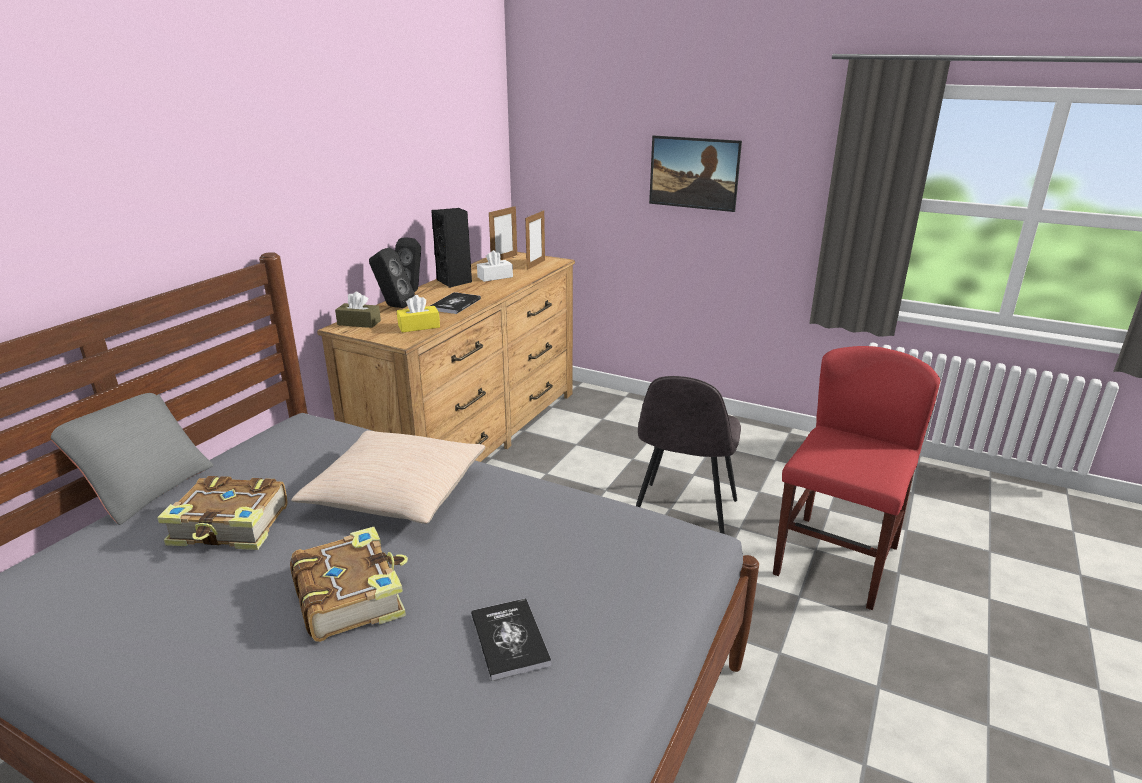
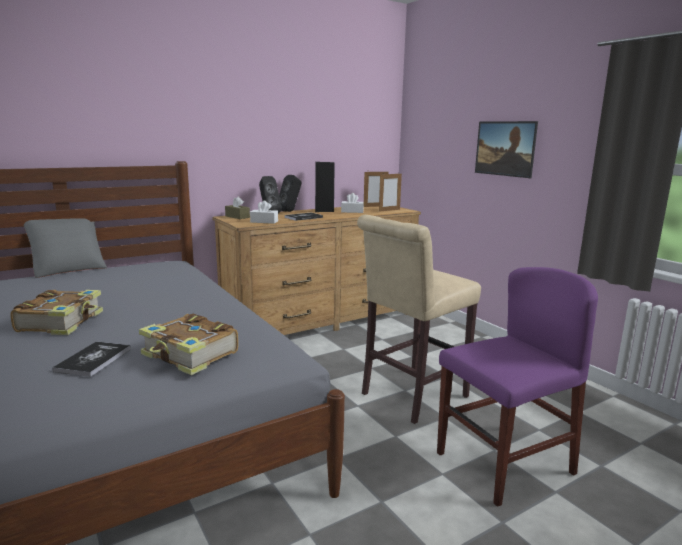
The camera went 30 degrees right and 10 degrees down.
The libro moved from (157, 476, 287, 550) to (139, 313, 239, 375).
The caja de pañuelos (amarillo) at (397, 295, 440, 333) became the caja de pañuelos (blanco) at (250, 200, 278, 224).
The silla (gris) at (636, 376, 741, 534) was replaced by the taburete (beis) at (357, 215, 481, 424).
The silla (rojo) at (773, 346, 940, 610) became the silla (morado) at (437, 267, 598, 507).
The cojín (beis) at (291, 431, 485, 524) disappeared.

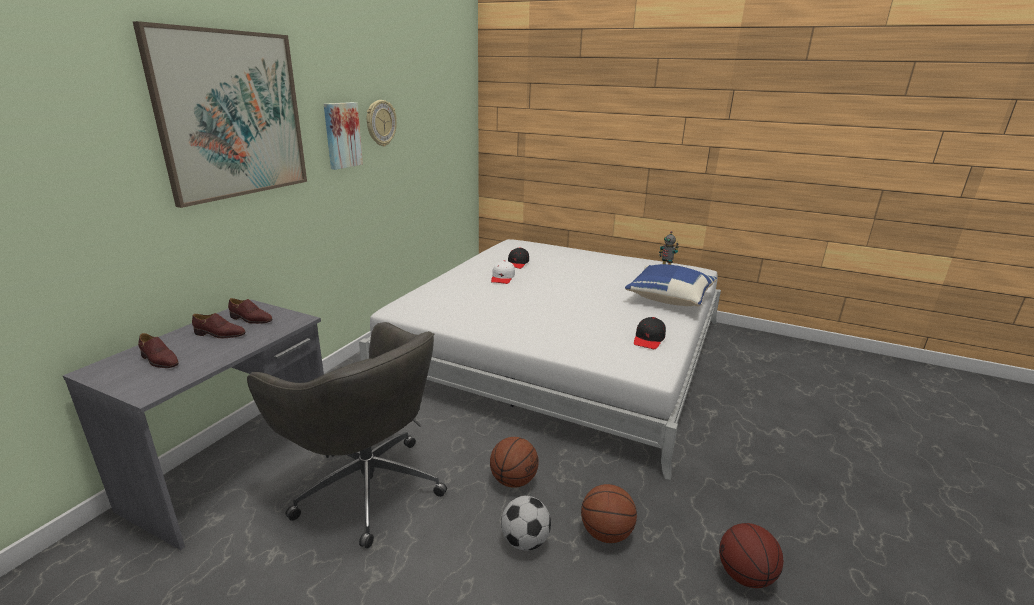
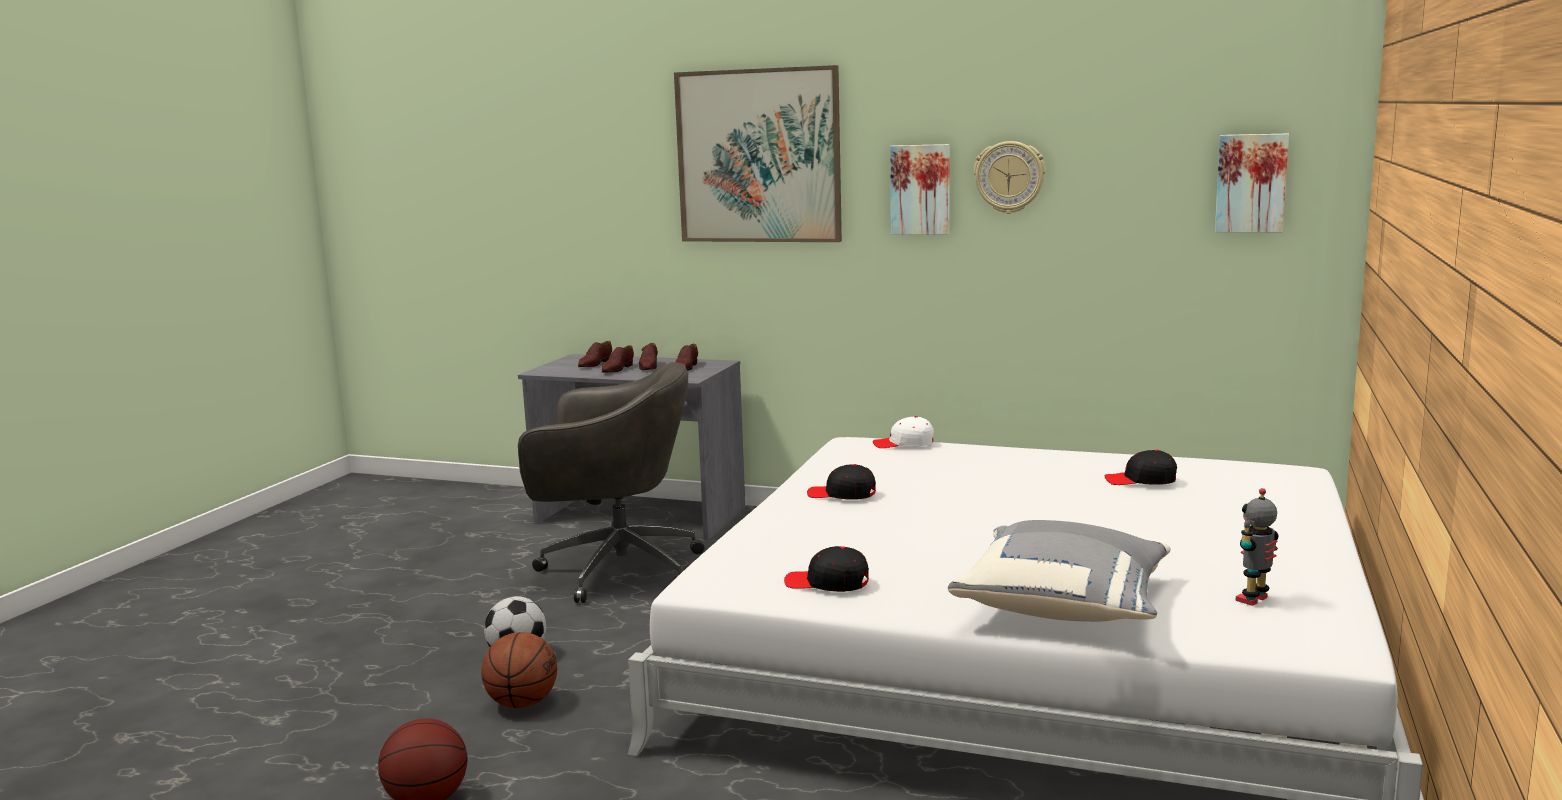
The camera went 85 degrees right and 10 degrees down.
The silla de oficina (gris) at (247, 322, 447, 549) turned 120 degrees counterclockwise.
The zapato (marrón) at (602, 345, 634, 373) appeared.
The gorra (negro) at (807, 464, 876, 500) appeared.
The gorra (blanco) moved from (491, 260, 515, 284) to (873, 416, 934, 448).
The cojín (azul) at (625, 264, 717, 307) became the cojín (gris) at (948, 520, 1171, 622).
The cuadro at (1215, 134, 1289, 232) appeared.
The balón de baloncesto at (490, 437, 539, 488) disappeared.

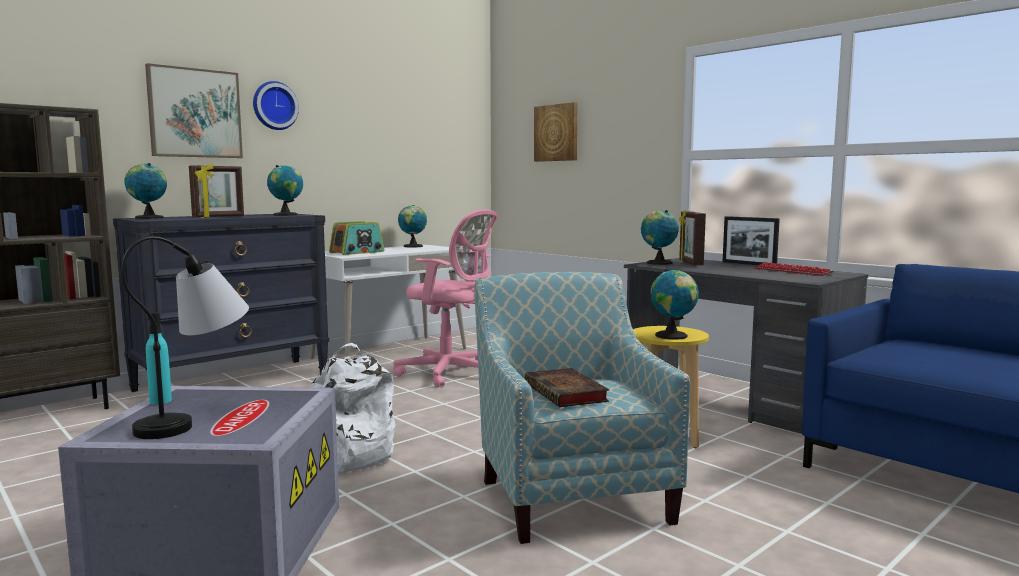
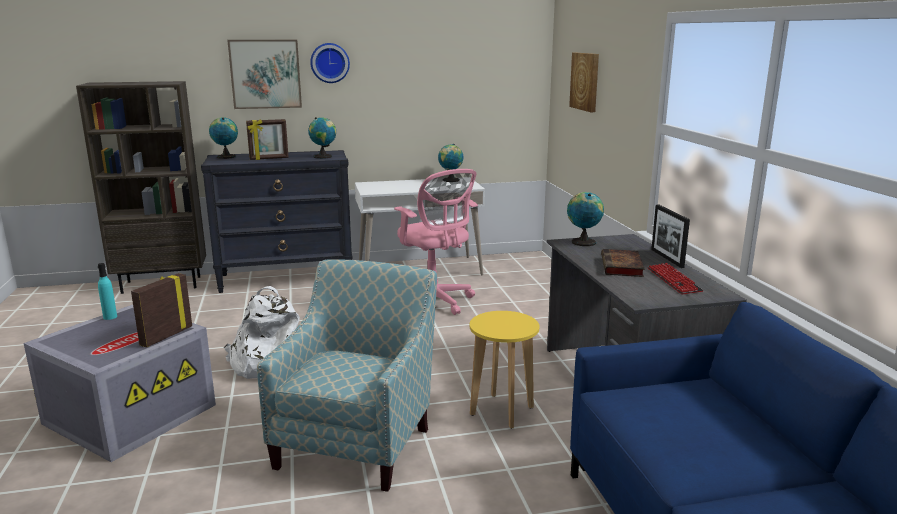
The camera went 30 degrees right and 10 degrees up.
The portarretratos moved from (679, 210, 706, 266) to (131, 273, 192, 347).
The libro moved from (525, 368, 609, 407) to (601, 249, 645, 277).
The lámpara de mesa at (122, 236, 249, 439) disappeared.
The radio at (329, 221, 384, 255) disappeared.
The globo terráqueo at (650, 269, 699, 339) disappeared.

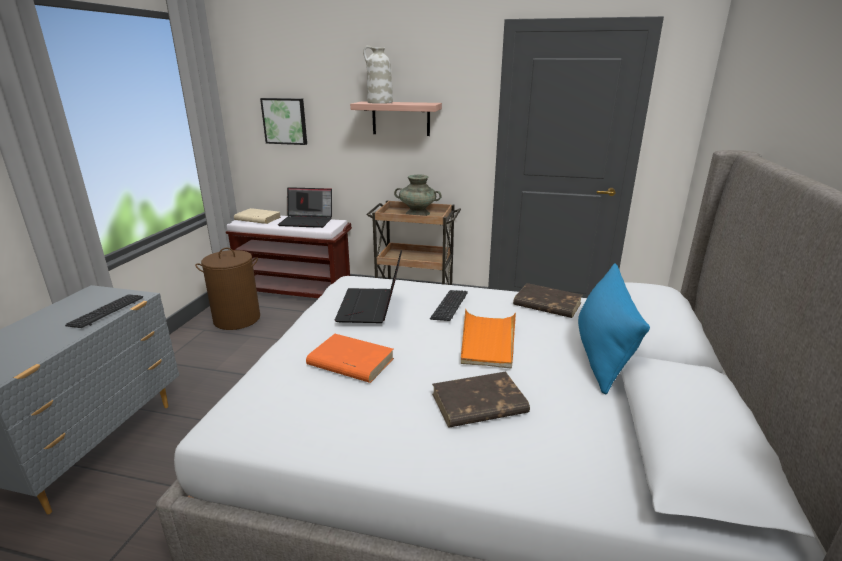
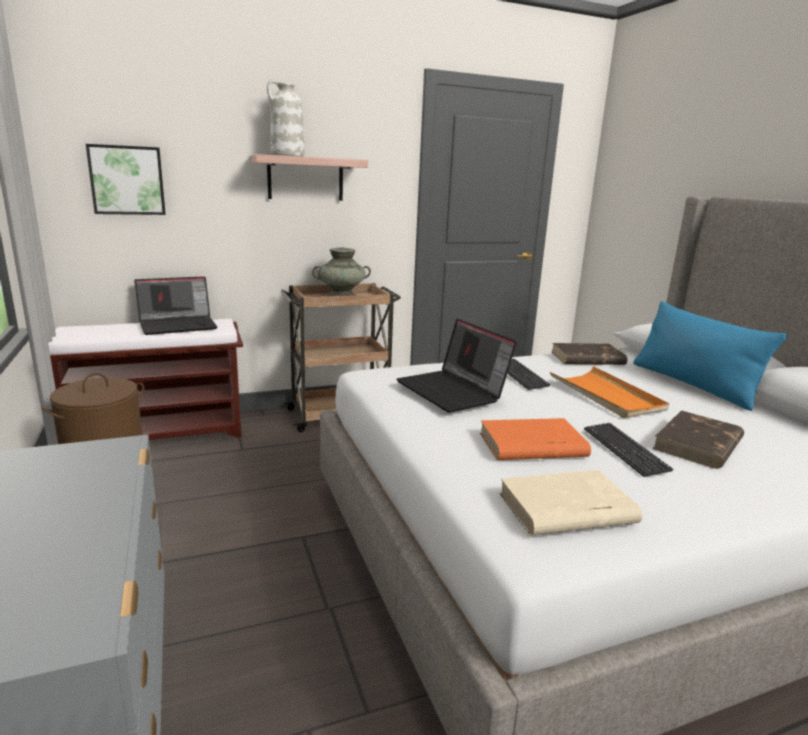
The camera went 35 degrees left and 5 degrees down.
The libro (beis) moved from (234, 208, 281, 224) to (499, 470, 642, 535).
The teclado moved from (65, 294, 143, 328) to (584, 423, 674, 477).

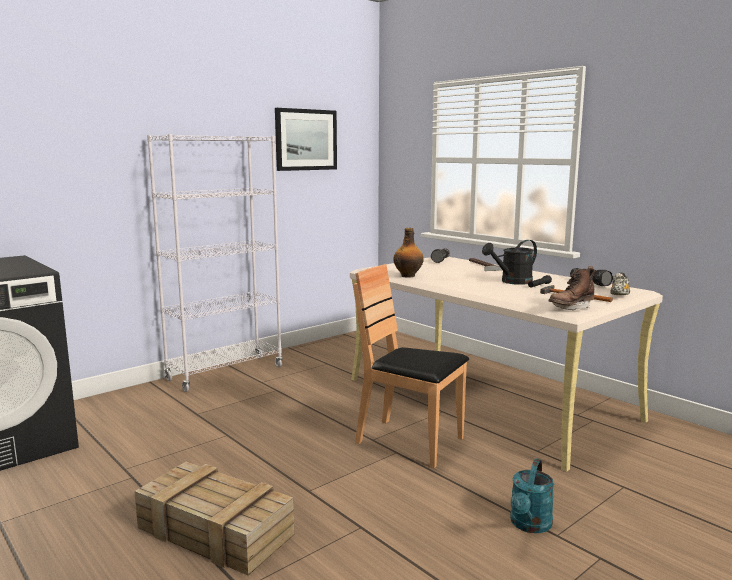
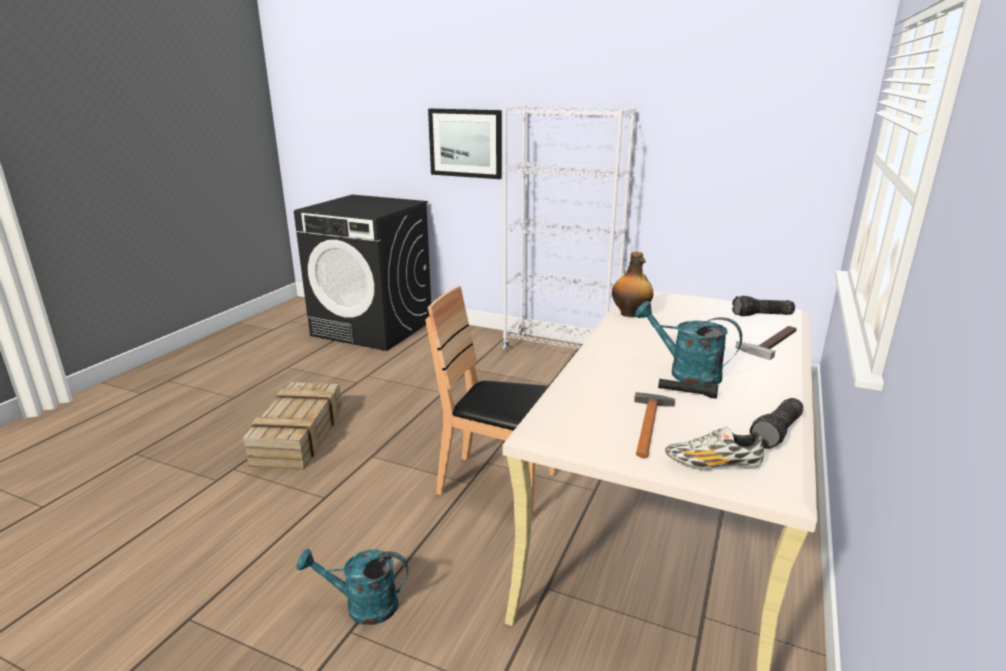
The camera went 65 degrees right and 10 degrees up.
The silla (marrón) at (353, 264, 469, 468) turned 75 degrees counterclockwise.
The cuadro moved from (275, 108, 337, 171) to (428, 109, 502, 179).
The regadera (negro) at (482, 240, 537, 285) became the regadera (turquesa) at (635, 301, 742, 385).
The bota (marrón) at (549, 266, 596, 310) disappeared.

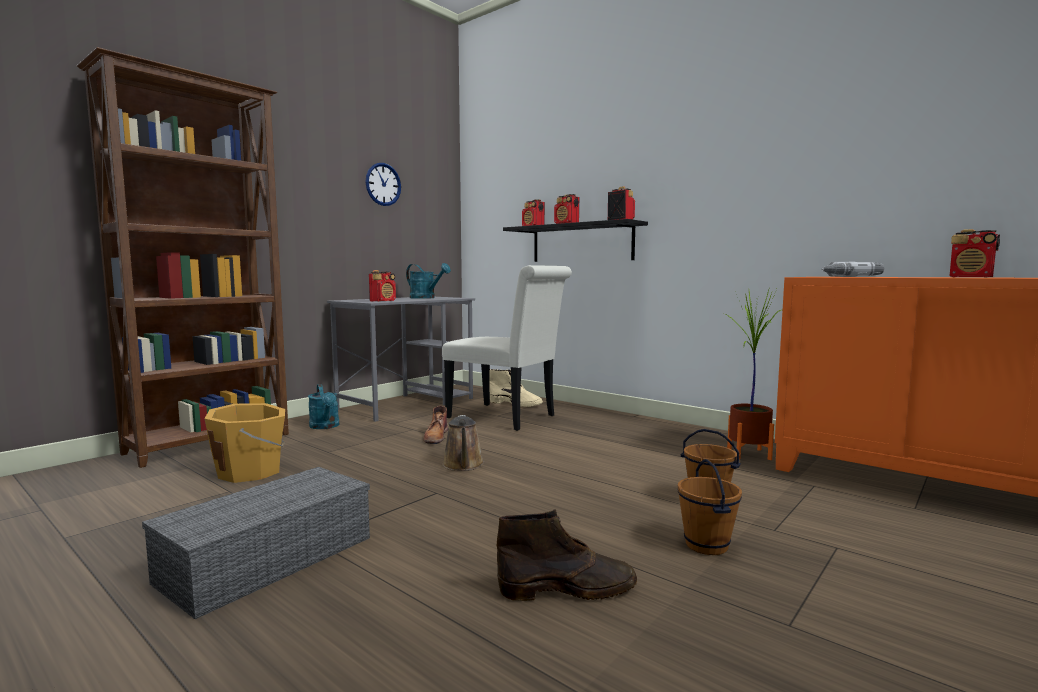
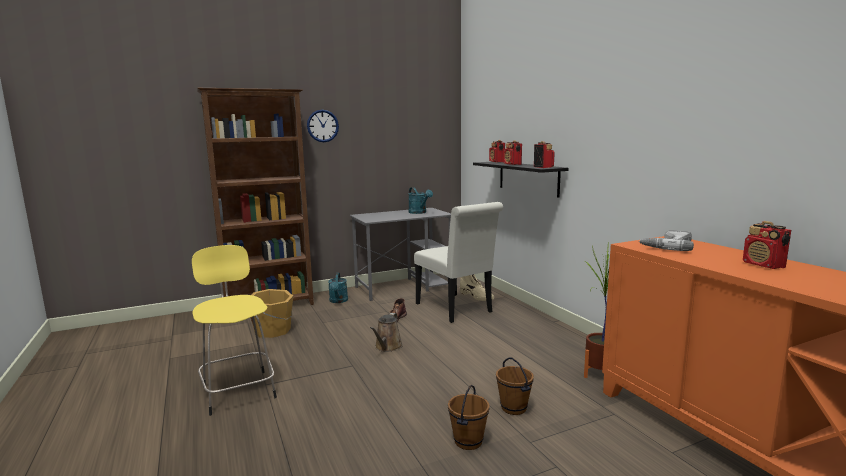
The camera went 25 degrees right and 5 degrees up.
The caja de almacenaje (gris) at (142, 467, 370, 619) was replaced by the taburete (amarillo) at (192, 245, 277, 416).
The reloj de pared moved from (366, 163, 401, 206) to (307, 110, 339, 142).
The radio at (369, 270, 396, 302) disappeared.
The bota (marrón) at (497, 509, 637, 601) disappeared.

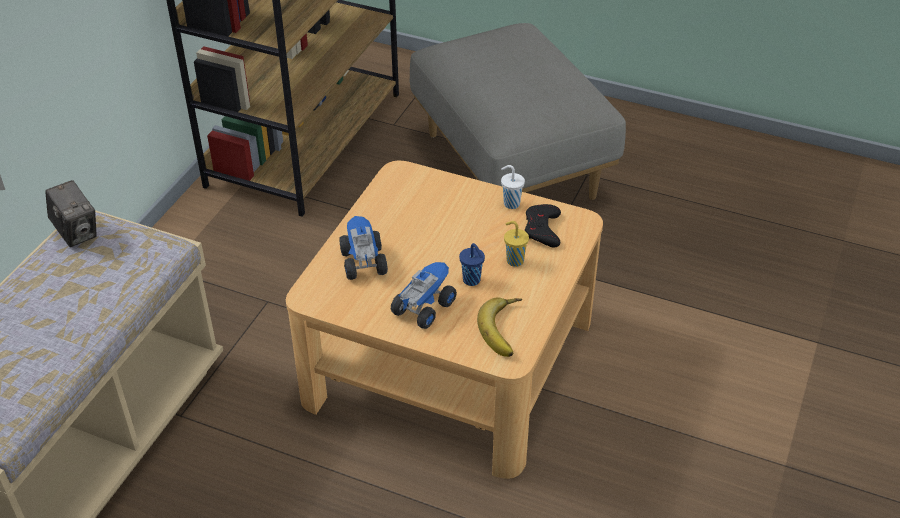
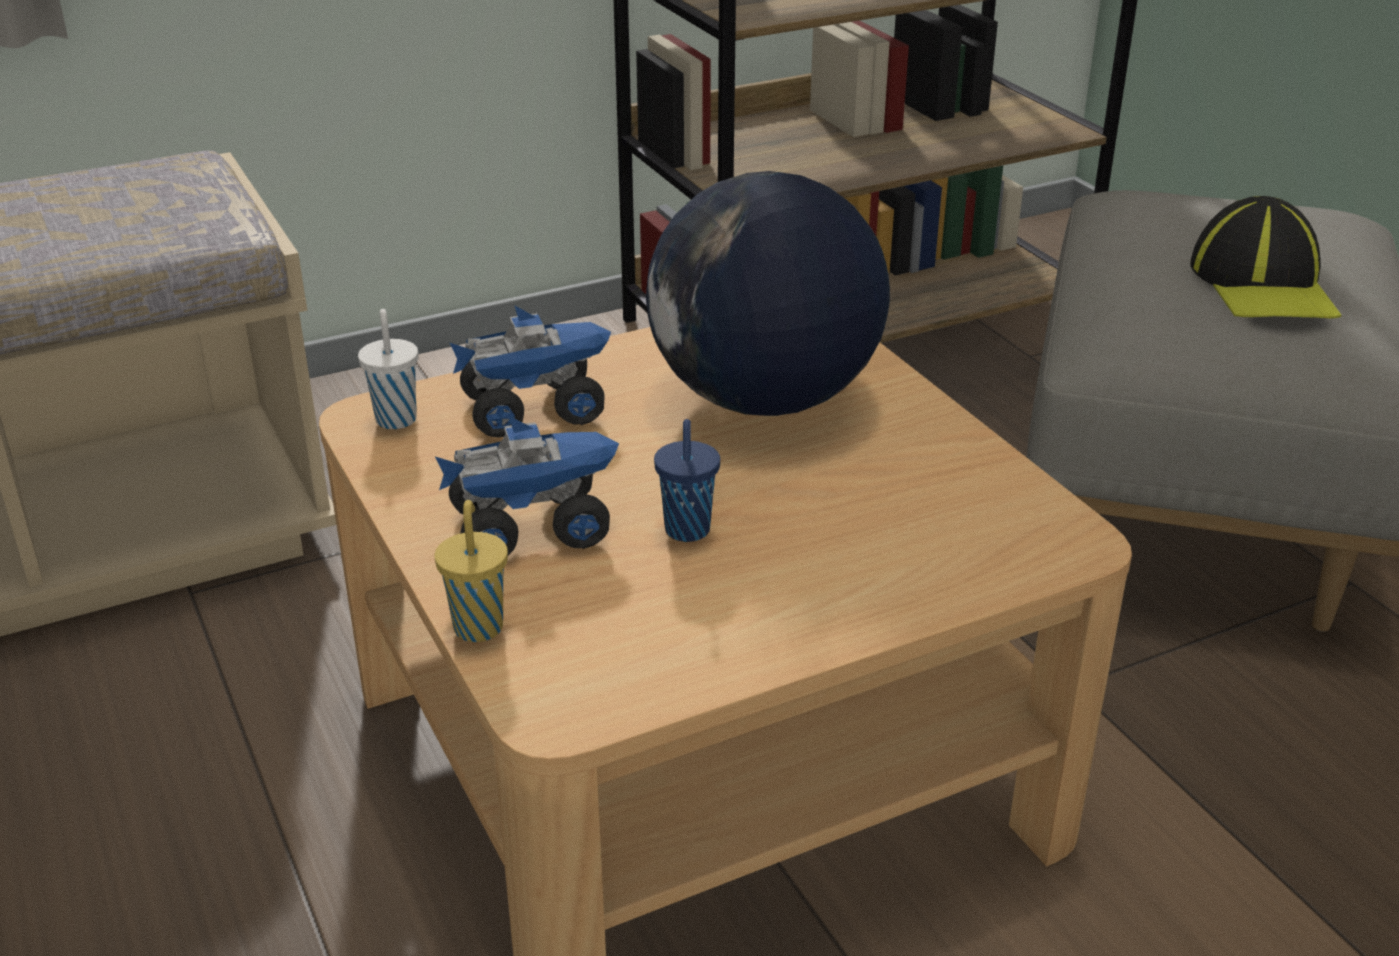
The camera went 40 degrees right and 10 degrees down.
The taza (blanco) moved from (501, 165, 525, 209) to (358, 309, 419, 429).
The taza (amarillo) moved from (504, 221, 529, 267) to (435, 500, 508, 642).
The camión de juguete at (339, 216, 388, 280) turned 45 degrees clockwise.
The globo terráqueo at (646, 171, 890, 416) appeared.
The gorra at (1190, 196, 1341, 319) appeared.
The cámara at (45, 180, 97, 247) disappeared.
The plátano at (477, 297, 522, 357) disappeared.
The mando de consola (negro) at (525, 204, 561, 248) disappeared.

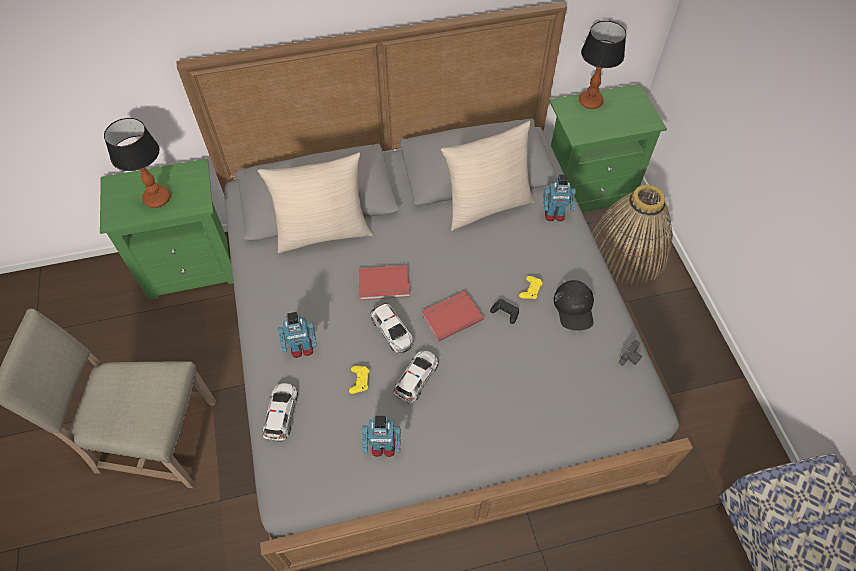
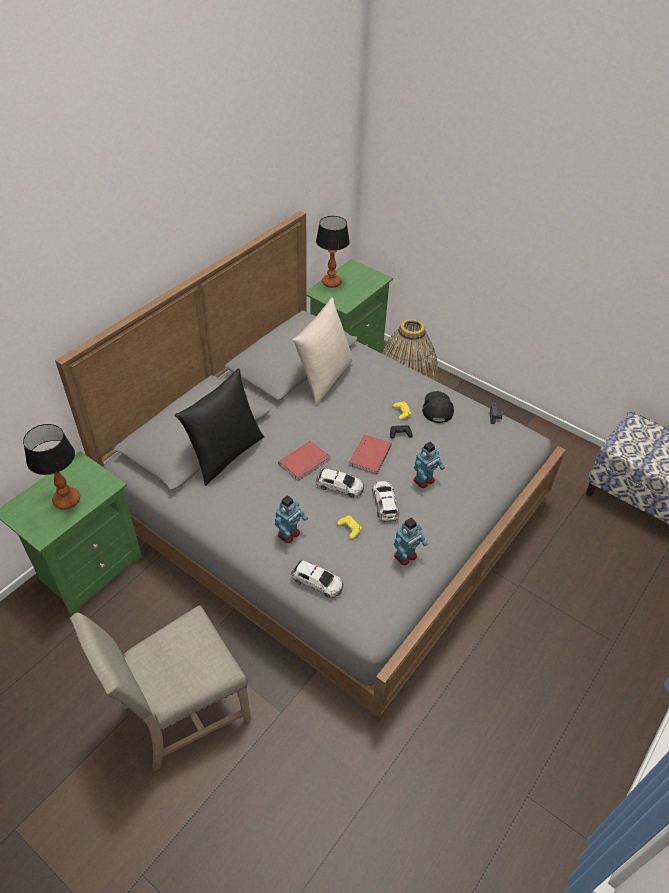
The camera went 40 degrees left and 10 degrees down.
The cojín (beis) at (258, 152, 373, 253) became the cojín (negro) at (175, 368, 264, 486).
The coche de juguete at (263, 383, 298, 441) turned 150 degrees clockwise.
The robot de juguete moved from (543, 175, 576, 221) to (414, 442, 445, 488).
The gorra (negro) at (554, 280, 594, 330) turned 135 degrees counterclockwise.

